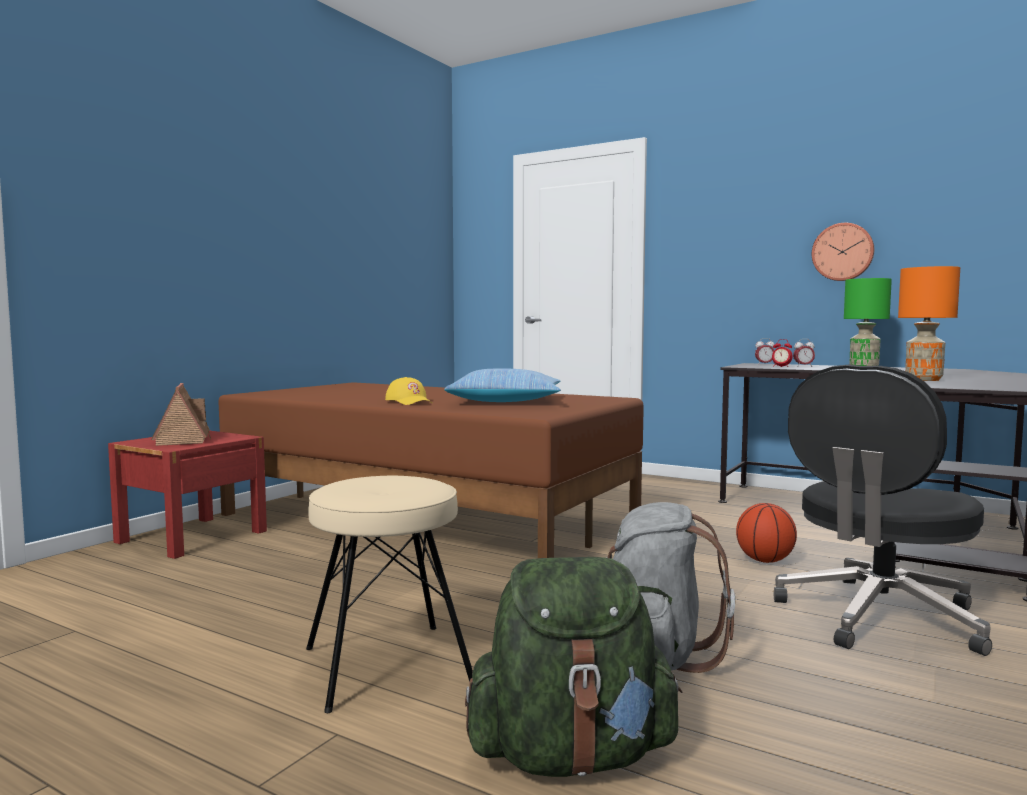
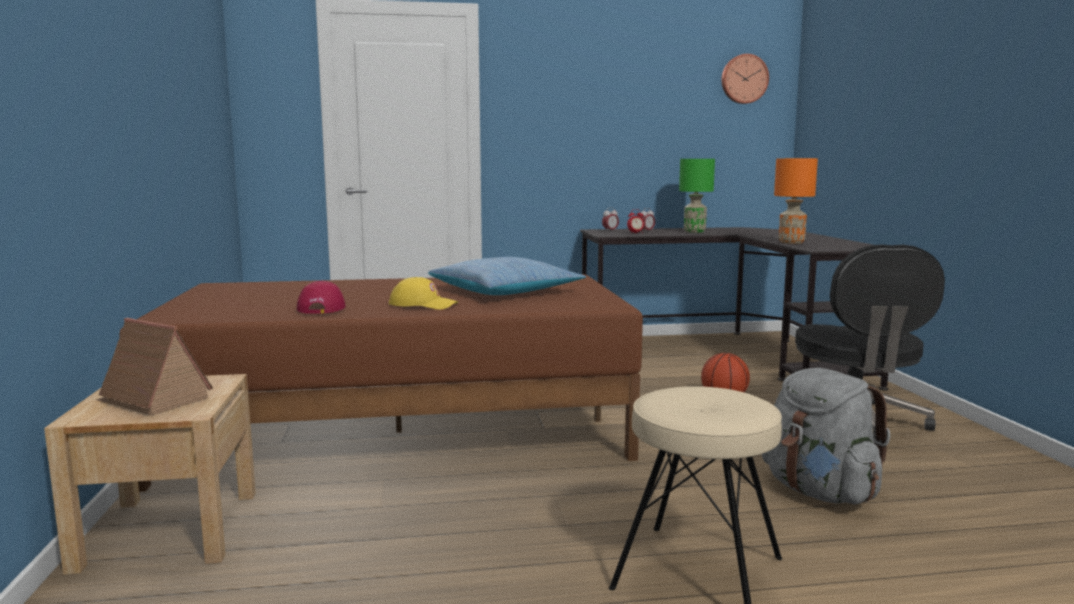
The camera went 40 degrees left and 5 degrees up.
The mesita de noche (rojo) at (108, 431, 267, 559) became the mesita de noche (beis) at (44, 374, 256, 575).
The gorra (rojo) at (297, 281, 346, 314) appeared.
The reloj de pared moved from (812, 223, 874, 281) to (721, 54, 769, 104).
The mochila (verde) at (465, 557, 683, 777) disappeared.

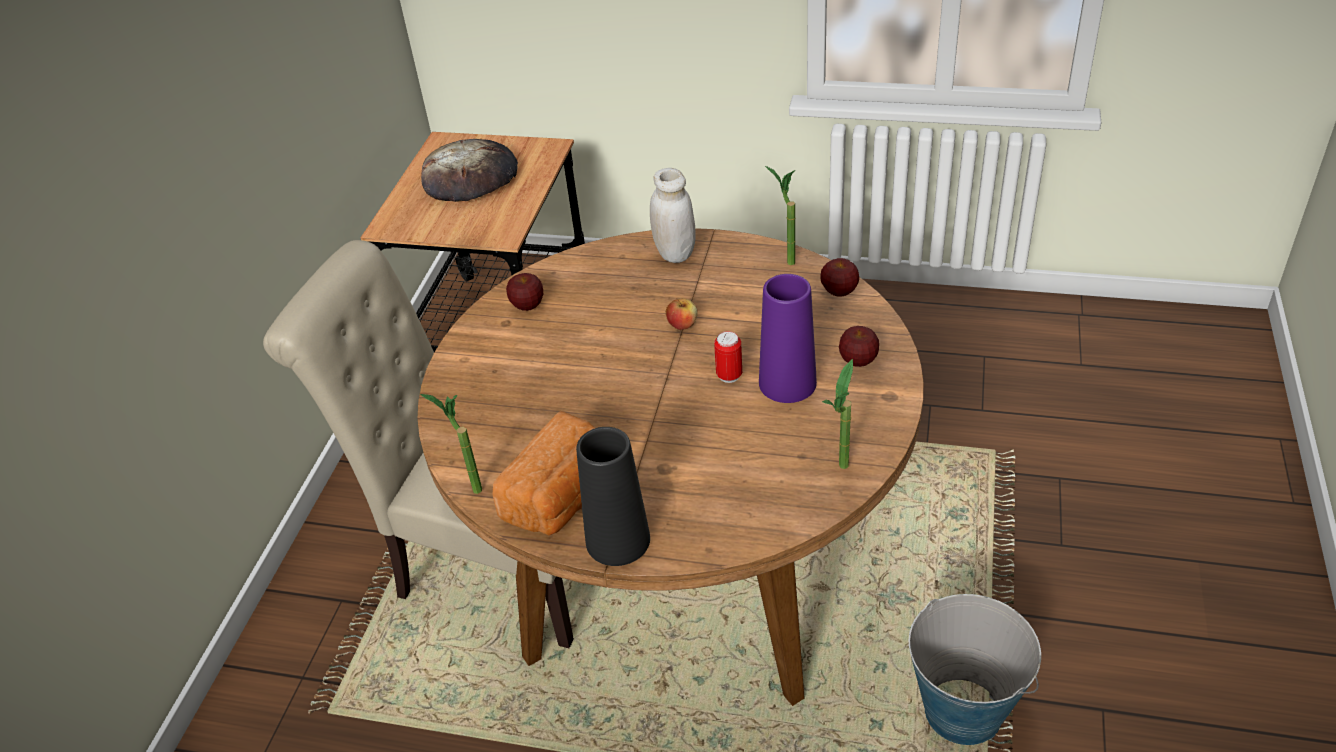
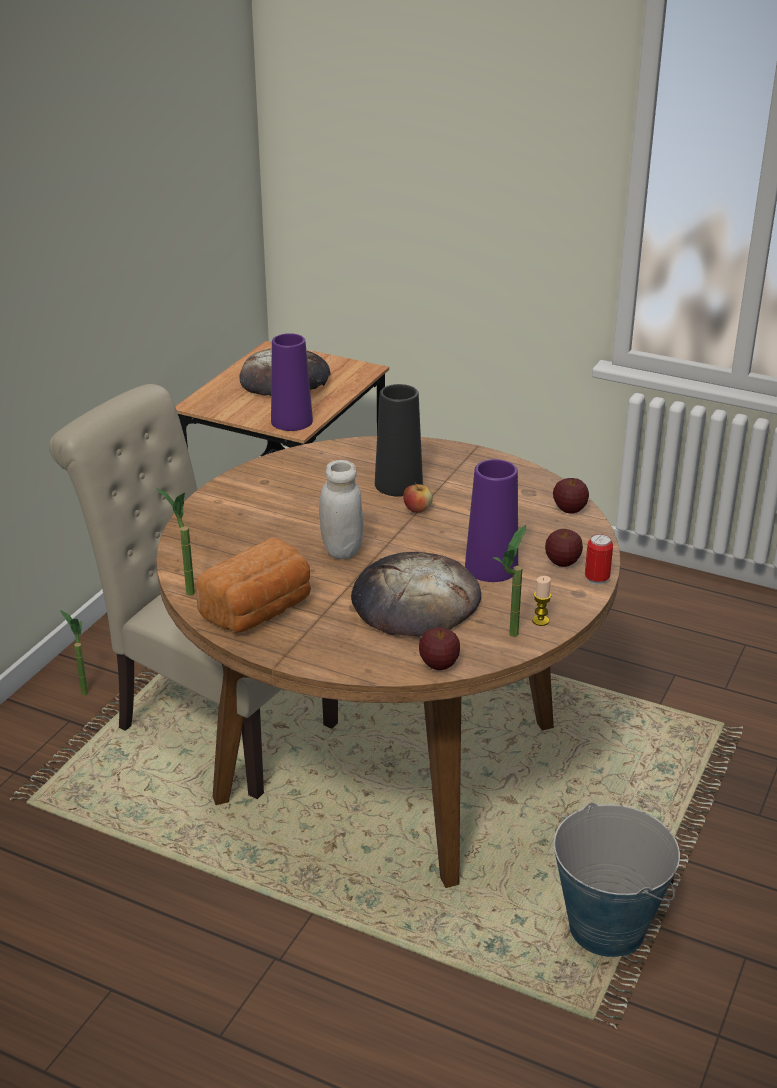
The camera went 10 degrees right and 10 degrees down.
The planta en maceta moved from (765, 166, 796, 265) to (60, 610, 88, 695).
The florero (morado) at (271, 333, 313, 431) appeared.
The tarro (blanco) moved from (650, 168, 696, 263) to (319, 460, 363, 559).
The pan at (351, 552, 481, 637) appeared.
The florero (negro) moved from (576, 427, 650, 566) to (375, 384, 423, 496).
The manzana moved from (506, 273, 543, 311) to (419, 628, 460, 670).
The vela at (532, 576, 551, 626) appeared.
The lata moved from (714, 331, 742, 383) to (585, 534, 613, 585).

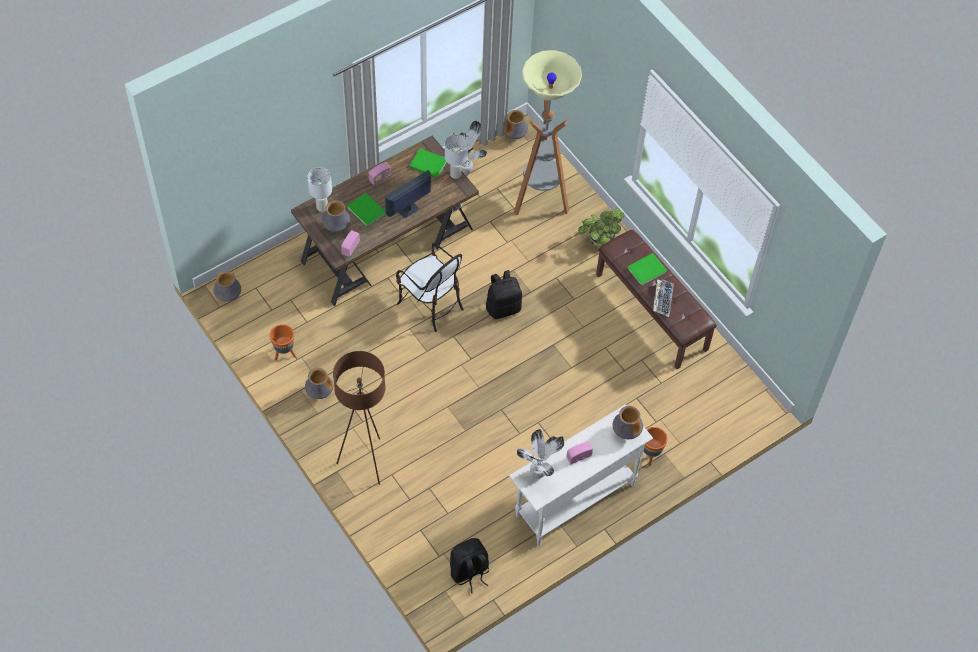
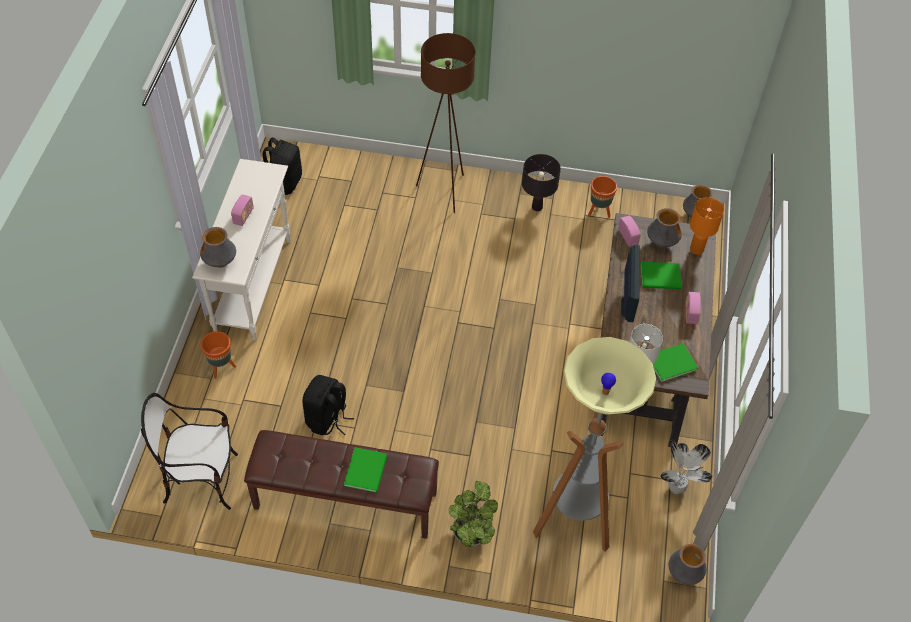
The camera went 135 degrees right and 5 degrees down.
The silla moved from (396, 243, 464, 332) to (141, 393, 238, 510).
The mochila (negro) moved from (486, 270, 522, 319) to (302, 375, 354, 435).
The florero at (305, 368, 334, 399) was replaced by the lámpara de mesa (negro) at (522, 154, 561, 211).
The lámpara de mesa (blanco) at (307, 167, 332, 212) became the lámpara de mesa (naranja) at (690, 197, 724, 255).
The planta en maceta at (517, 429, 564, 479) disappeared.
The teclado at (653, 279, 674, 317) disappeared.

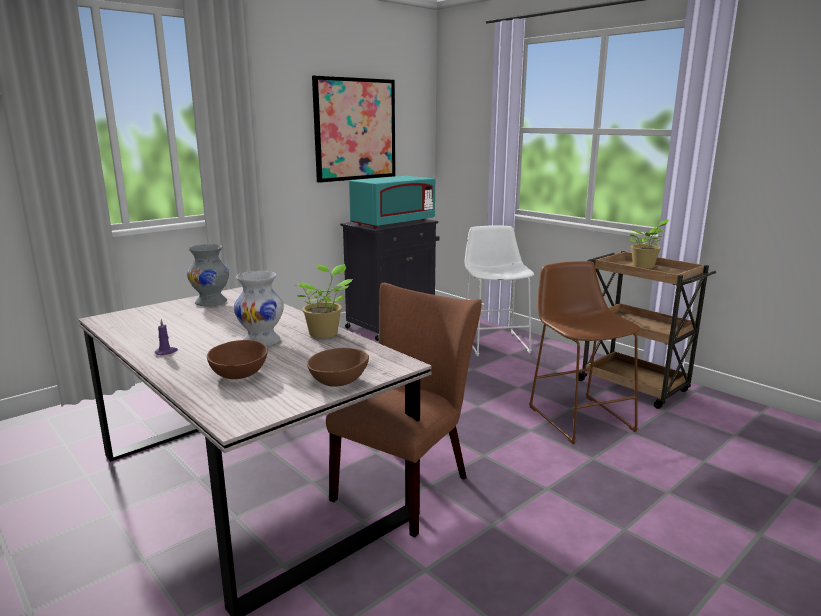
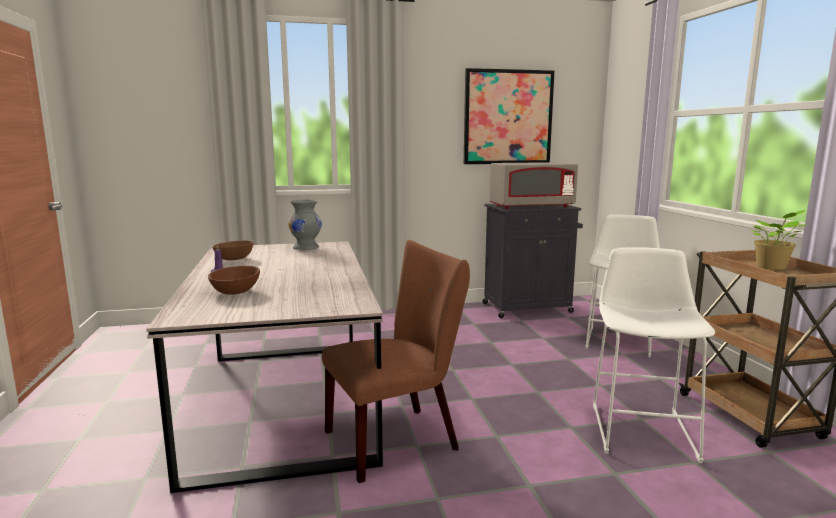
The camera went 30 degrees right and 5 degrees down.
The cuenco (marrón) moved from (307, 348, 369, 386) to (212, 240, 254, 260).
The microondas (turquesa) at (349, 176, 435, 229) became the microondas (gris) at (490, 162, 578, 209).
The taburete (marrón) at (529, 261, 640, 444) became the taburete (blanco) at (593, 247, 715, 463).
The florero (blanco) at (234, 271, 284, 346) disappeared.
The planta en maceta at (294, 264, 353, 338) disappeared.

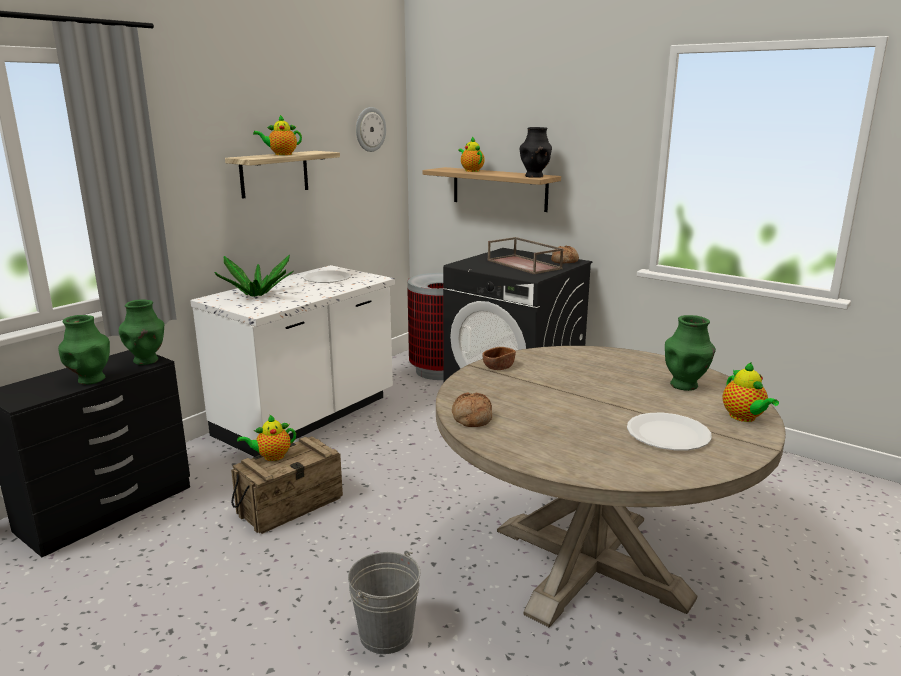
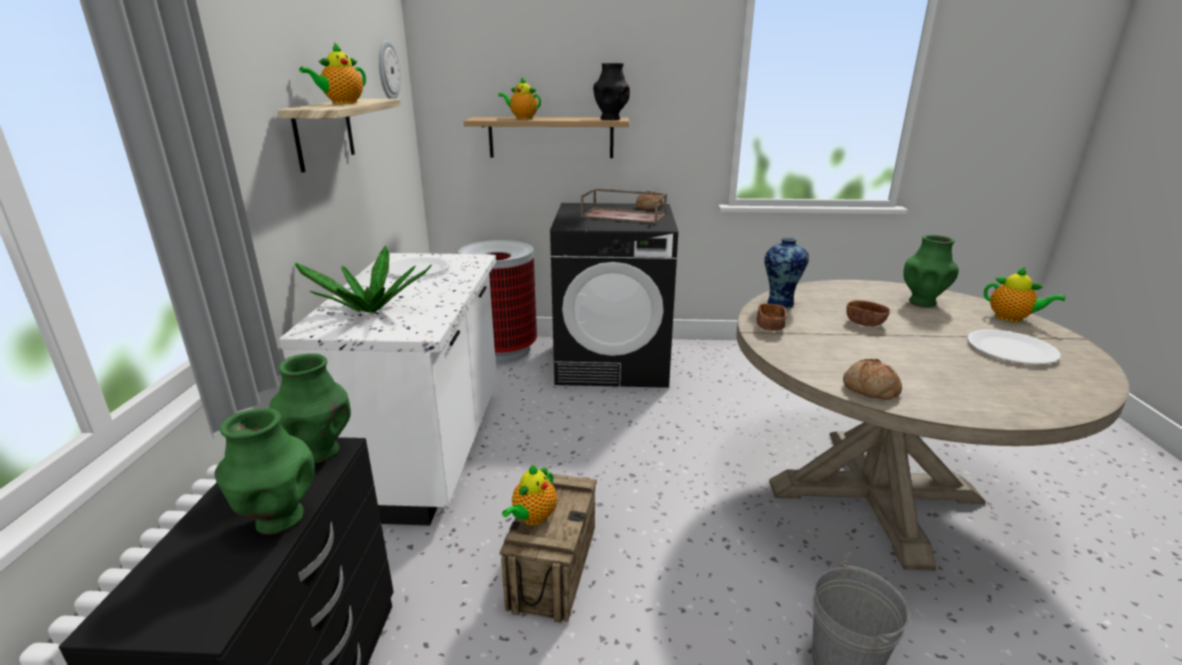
The camera went 35 degrees left and 5 degrees up.
The florero at (764, 237, 809, 308) appeared.
The cuenco (marrón) at (846, 300, 890, 327) appeared.

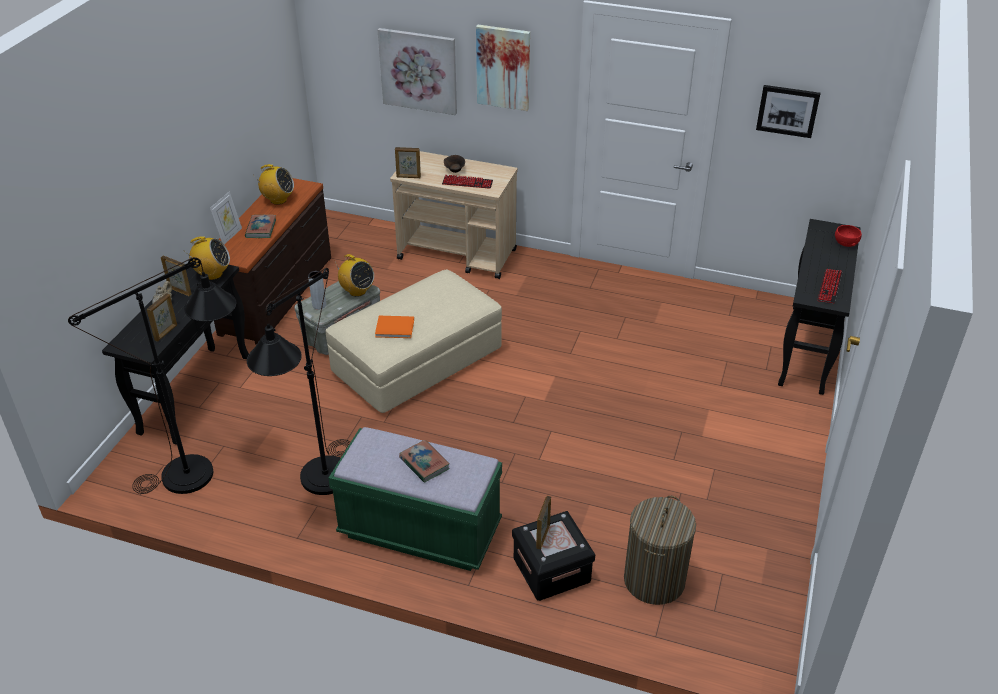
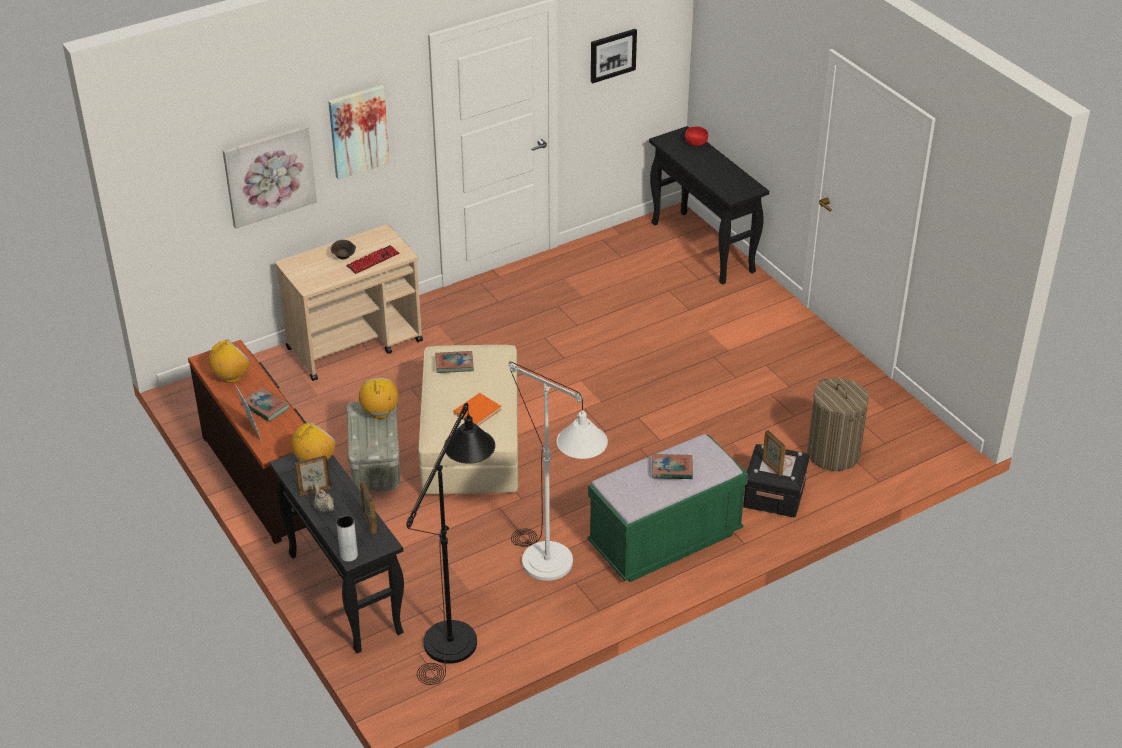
The camera went 50 degrees left and 0 degrees up.
The florero (gris) moved from (308, 271, 326, 309) to (336, 516, 358, 562).
The radio at (335, 254, 374, 297) turned 90 degrees counterclockwise.
The libro at (435, 351, 474, 373) appeared.
The lámpara de pie (negro) at (247, 268, 350, 495) became the lámpara de pie (blanco) at (508, 362, 608, 581).
The portarretratos at (395, 147, 421, 178) disappeared.
The teclado at (817, 269, 842, 303) disappeared.

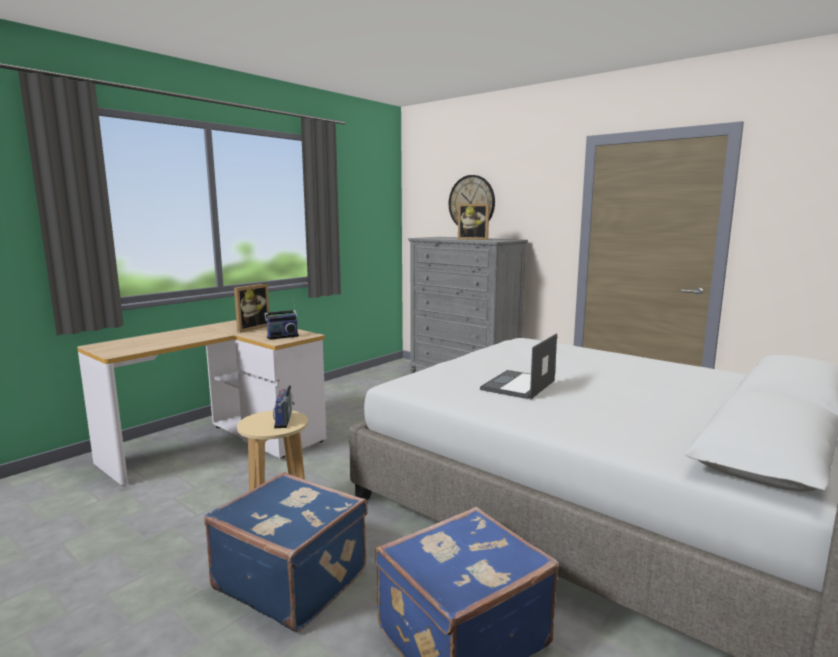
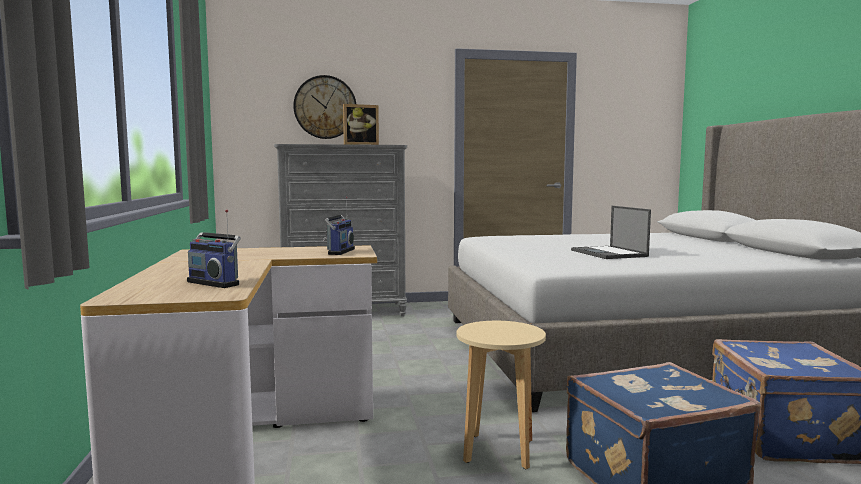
The camera went 50 degrees left and 5 degrees down.
The radio moved from (273, 379, 295, 428) to (187, 209, 241, 288).
The portarretratos at (234, 283, 270, 333) disappeared.

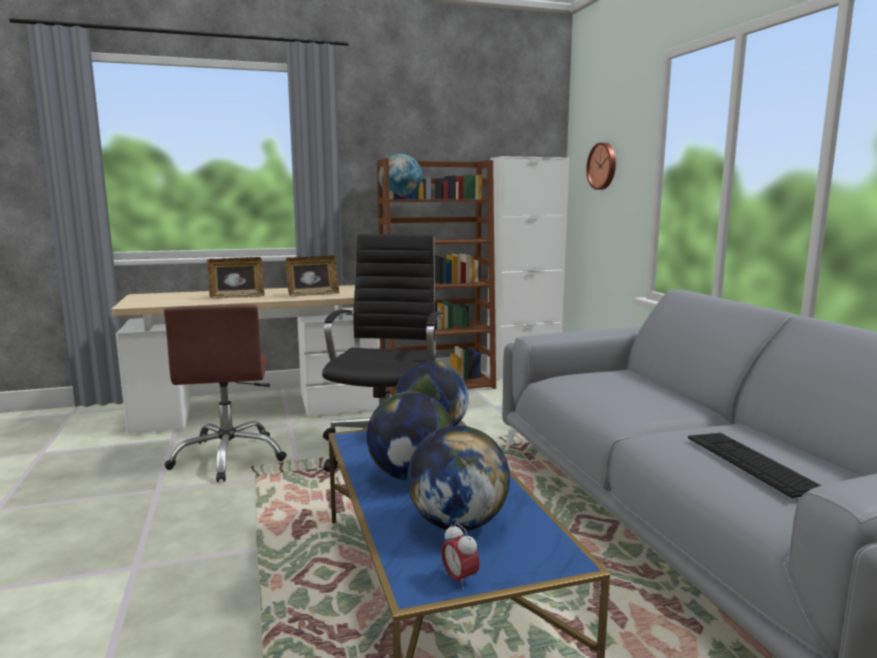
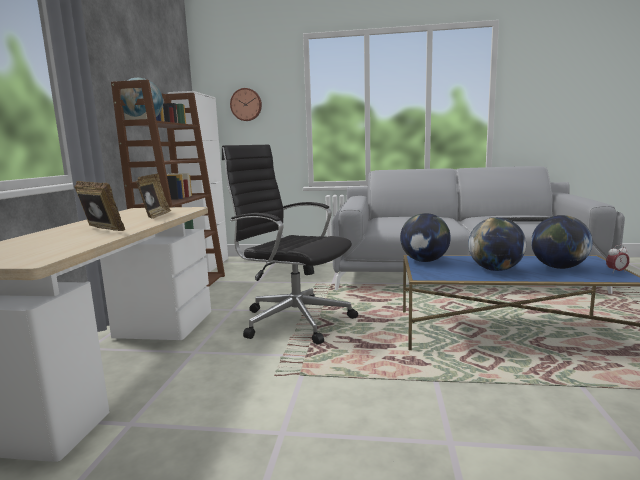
The camera went 65 degrees left and 0 degrees up.
The portarretratos at (207, 257, 265, 299) turned 60 degrees counterclockwise.
The silla de oficina (marrón) at (164, 305, 287, 482) disappeared.

